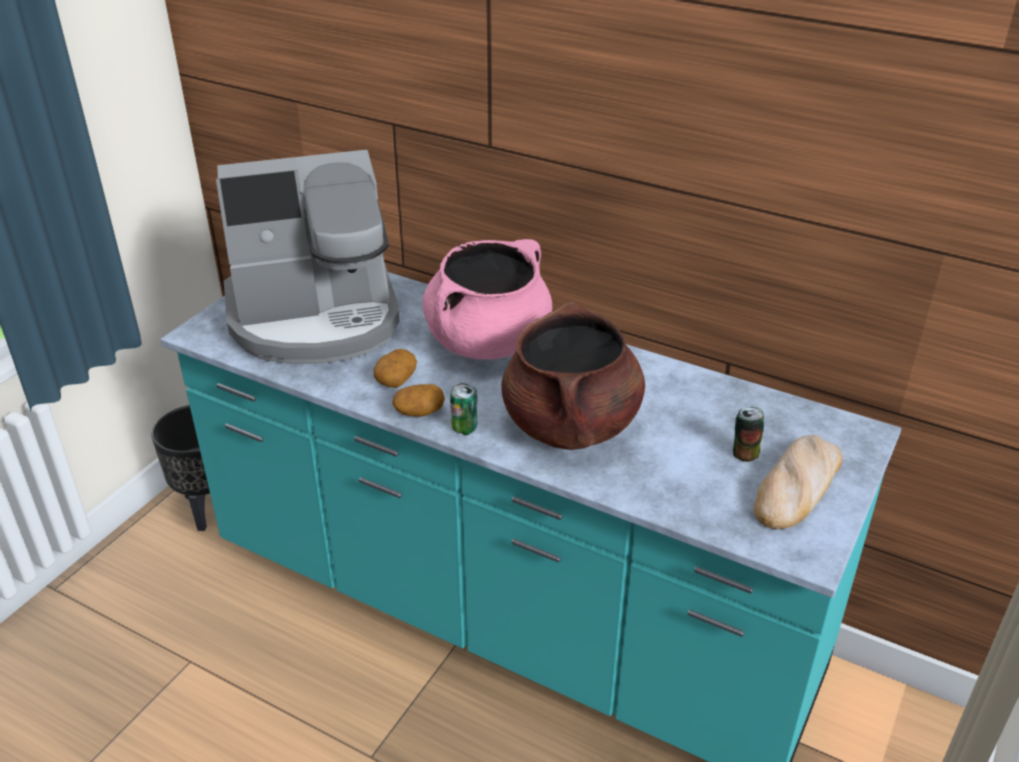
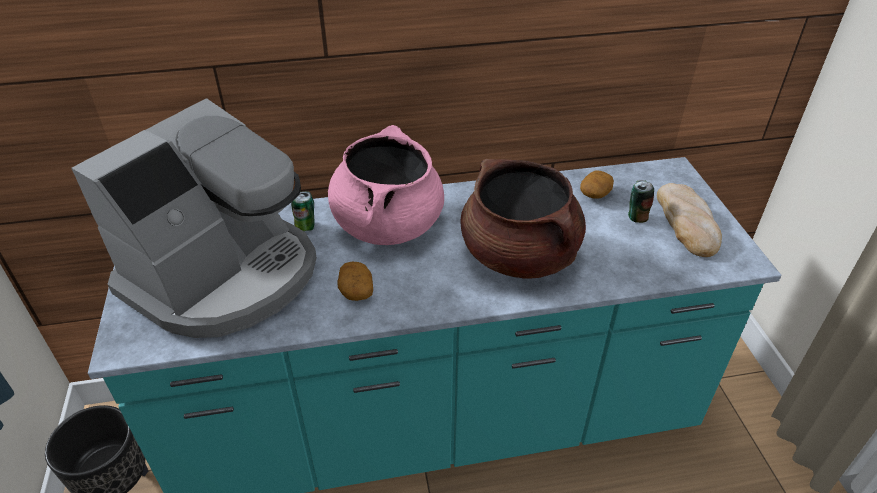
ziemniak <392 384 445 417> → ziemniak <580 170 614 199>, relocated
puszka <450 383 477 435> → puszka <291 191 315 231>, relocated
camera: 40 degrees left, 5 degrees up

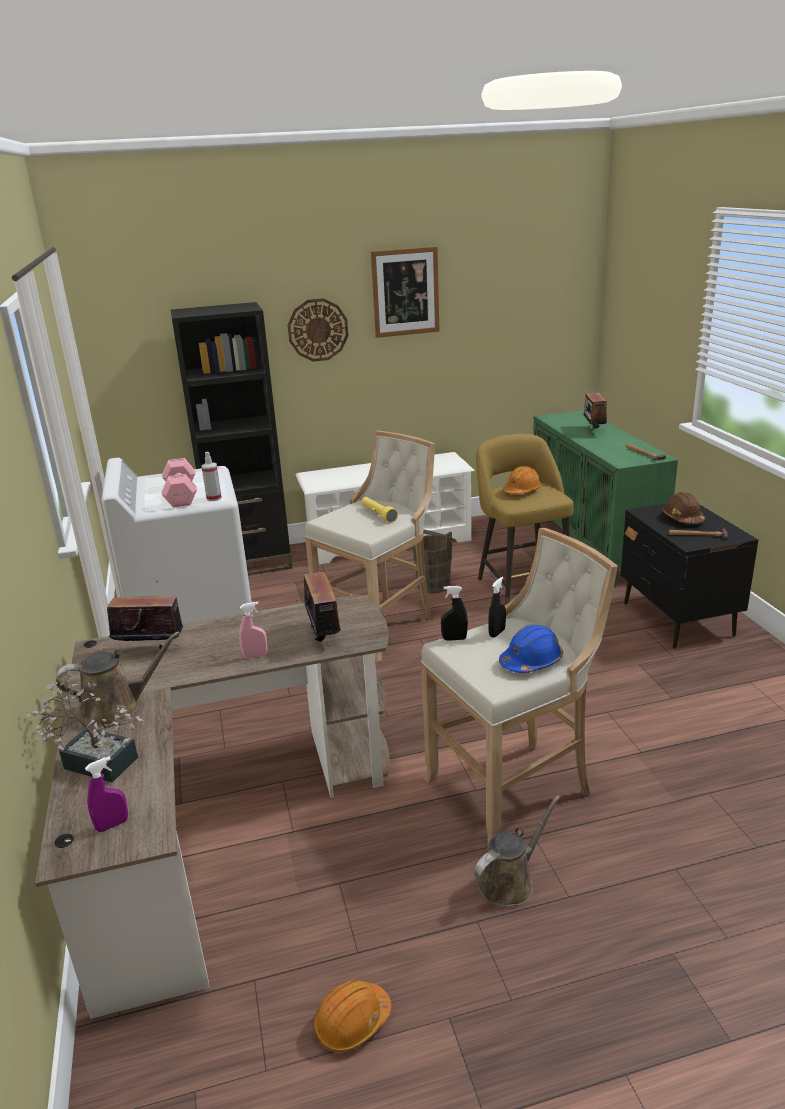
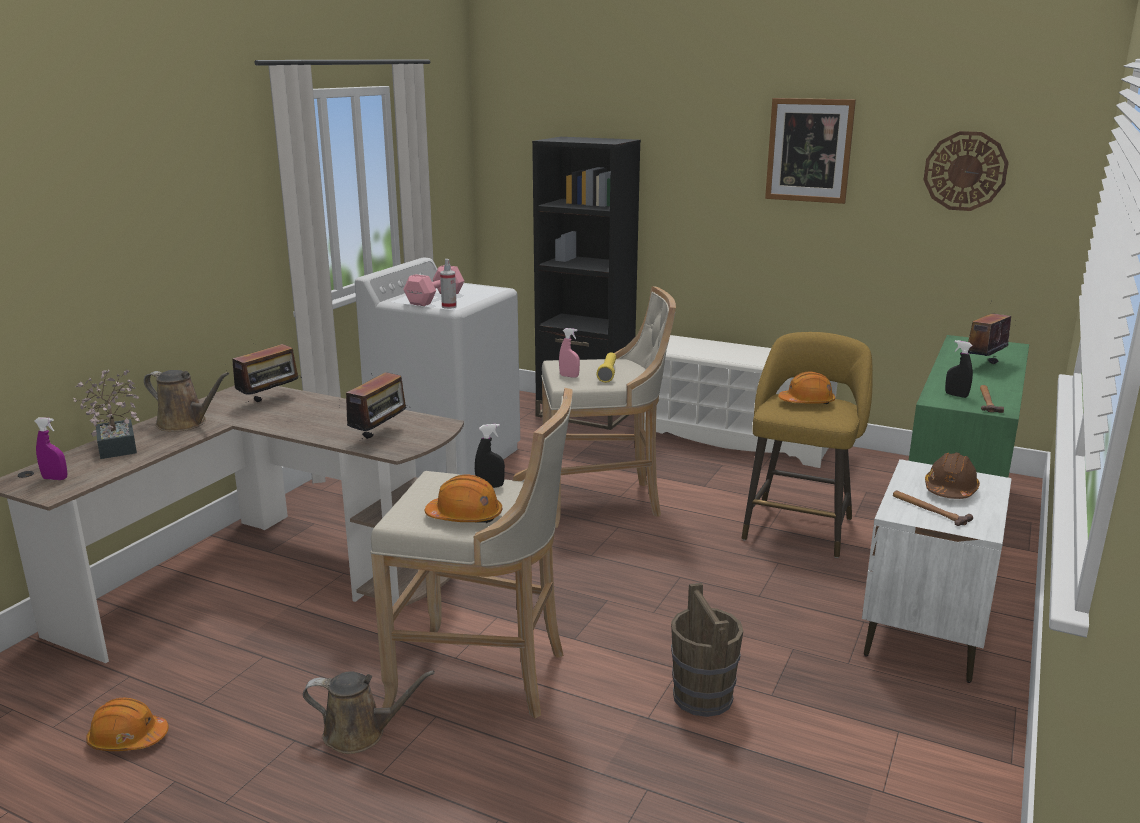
radio <107 581 183 651> → radio <232 344 302 402>, 90 degrees clockwise
spryskiwacz (różowy) <239 602 268 659> → spryskiwacz (różowy) <559 328 580 378>, relocated
zegar ścienny <288 298 348 362> → zegar ścienny <923 131 1009 211>, relocated
wiadro (brązowy) <413 529 452 593> → wiadro (brązowy) <671 583 743 717>, relocated
spryskiwacz (czarny) <441 586 468 641> → spryskiwacz (czarny) <945 340 973 398>, relocated
kask (niebieski) <499 624 563 673> → kask (pomarańczowy) <425 475 502 523>
szafka nocna (czarny) <621 503 758 649> → szafka nocna (biały) <862 459 1012 683>
camera: 40 degrees right, 5 degrees down

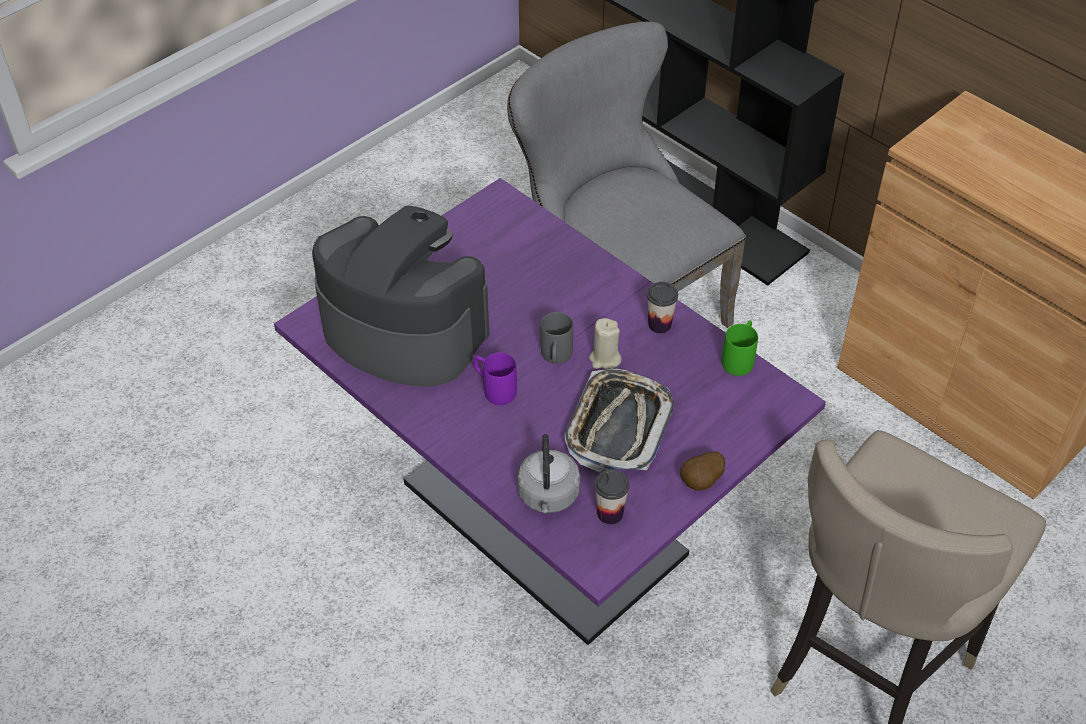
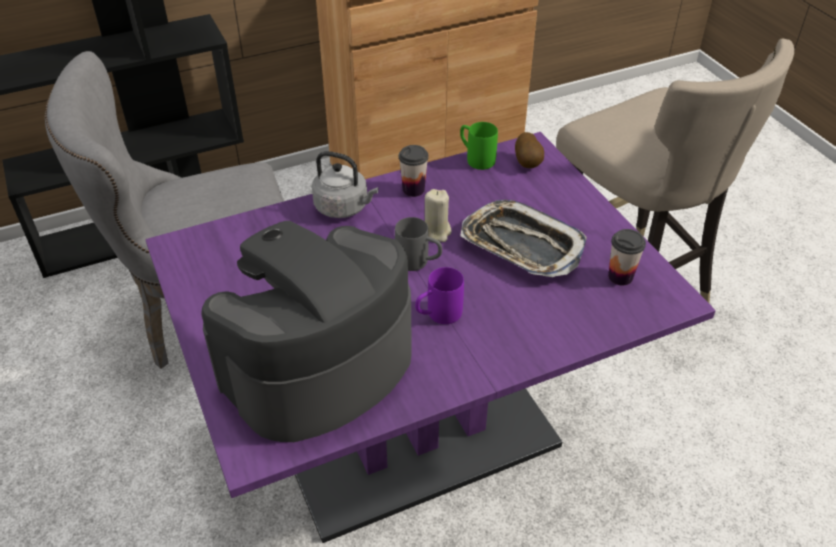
czajnik (szary) <517 434 580 514> → czajnik (szary) <312 151 378 218>, relocated
ziemniak <680 451 725 491> → ziemniak <515 132 544 168>, relocated
camera: 70 degrees left, 5 degrees down

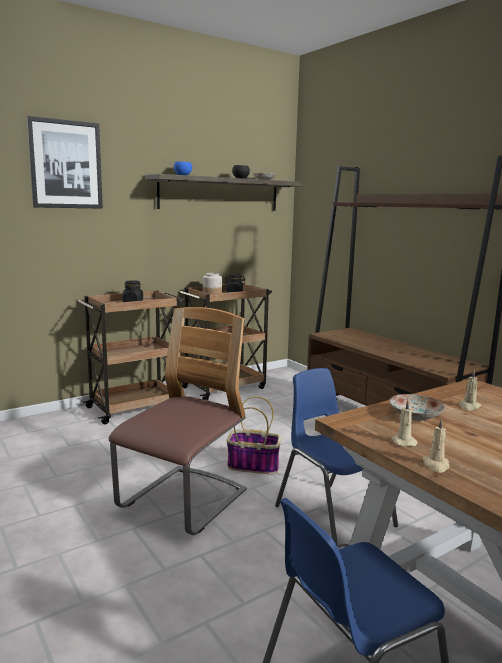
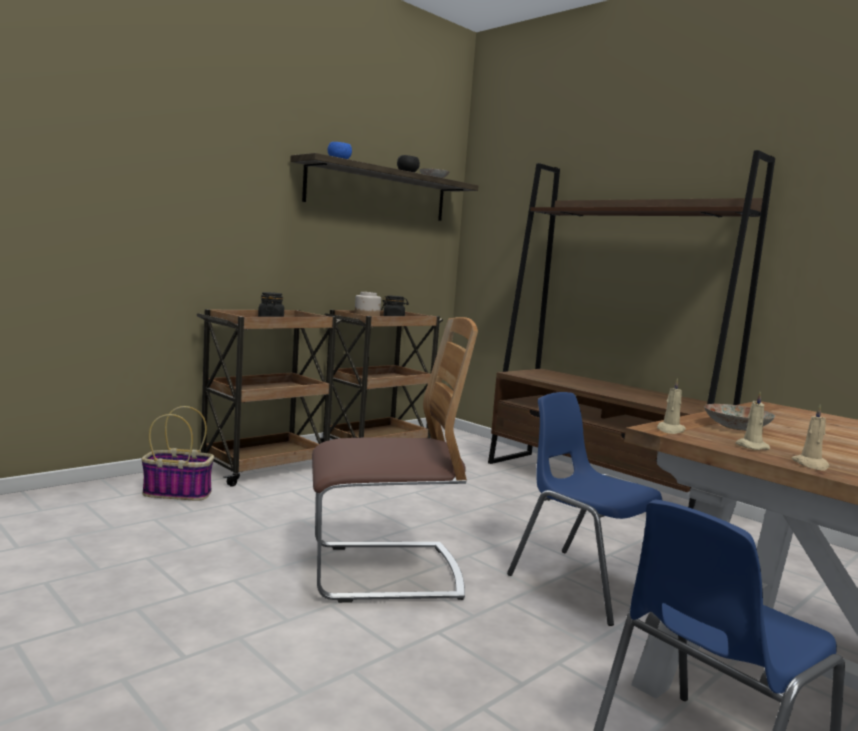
obraz <27 116 103 209> → -
krzesło <109 307 247 535> → krzesło <312 317 478 603>, 60 degrees clockwise
koszyk <227 396 281 474> → koszyk <141 406 214 500>, relocated
świeca (beżowy) <459 370 481 410> → świeca (beżowy) <657 378 686 434>, relocated
camera: 10 degrees left, 5 degrees down

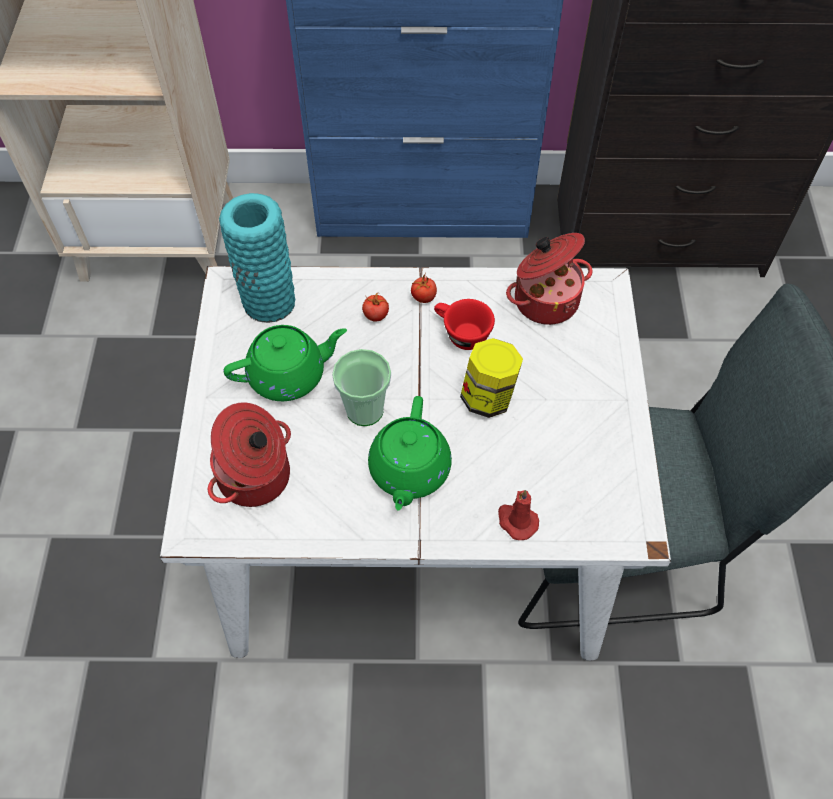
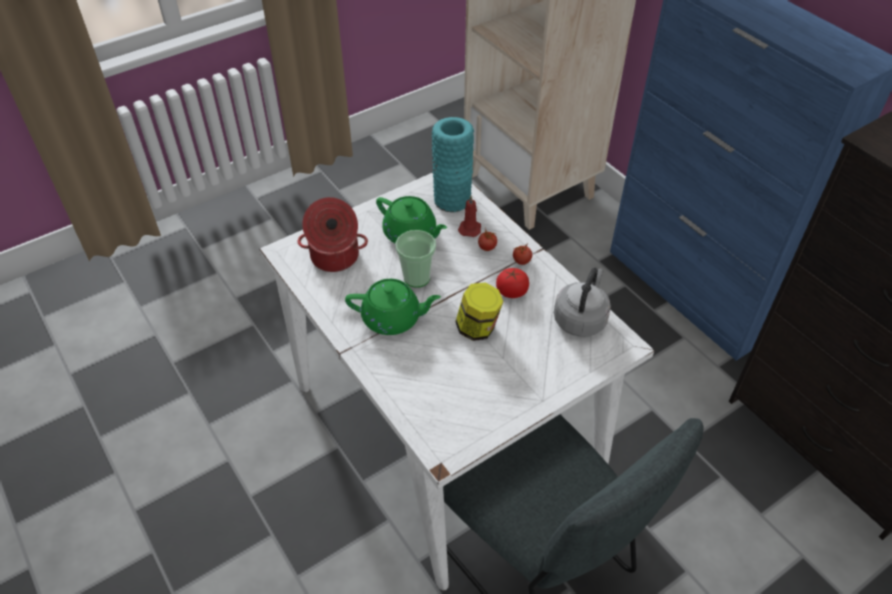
imbryk (zielony) <368 396 452 511> → imbryk (zielony) <345 279 441 335>, 150 degrees counterclockwise
filiżanka (czerwony) <434 299 495 350> → pomidor <496 268 529 298>
świeca (czerwony) <498 490 539 540> → świeca (czerwony) <458 196 481 237>, relocated
garnek <506 233 593 325> → czajnik (szary) <554 267 611 337>
camera: 55 degrees right, 10 degrees down

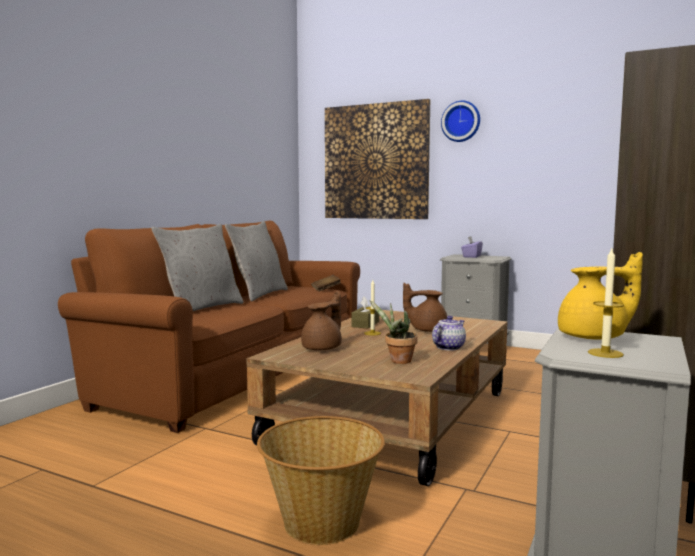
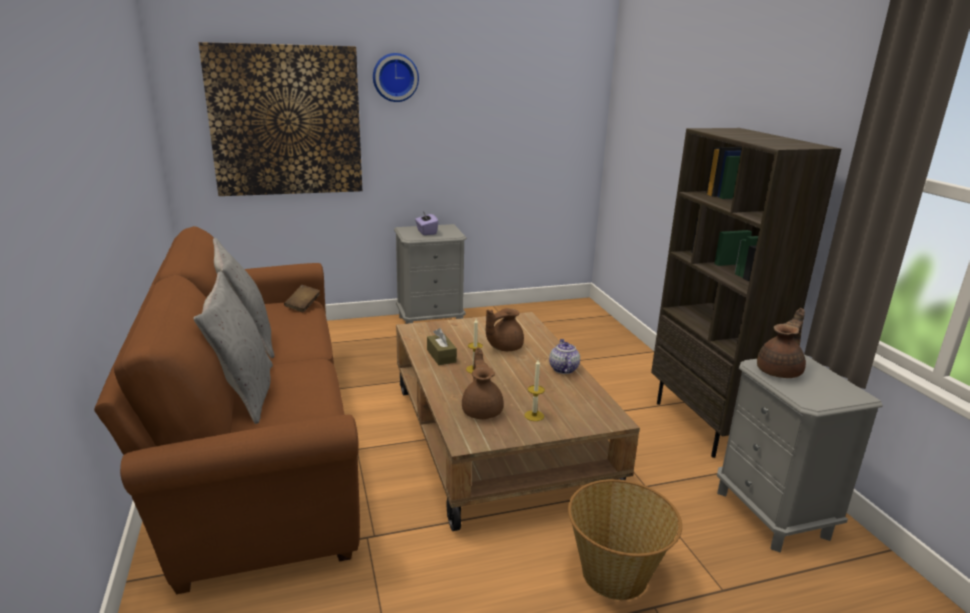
roślina doniczkowa <369 300 418 364> → -
imbryk (żółty) <558 252 643 340> → imbryk (brązowy) <757 308 806 378>
świeca <588 249 624 358> → świeca <524 360 545 421>, relocated
camera: 45 degrees left, 15 degrees up

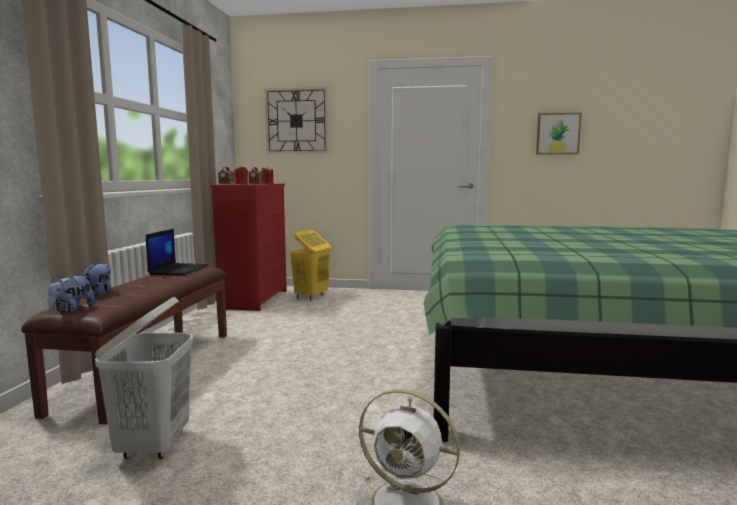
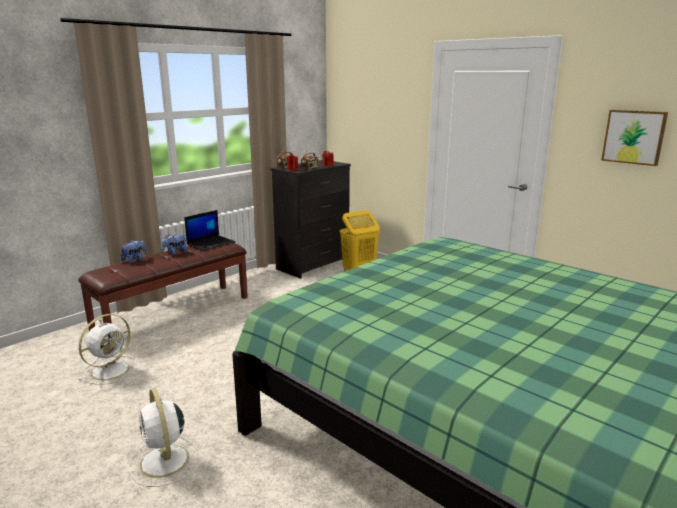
pluszak <48 275 95 312> → pluszak <161 234 187 256>, relocated
kosz na pranie (biały) <95 297 193 459> → wentylator (biały) <79 314 139 385>
komoda (czerwony) <210 183 287 311> → komoda (czarny) <270 160 351 279>
zegar ścienny <264 87 328 154> → -
camera: 35 degrees right, 10 degrees up

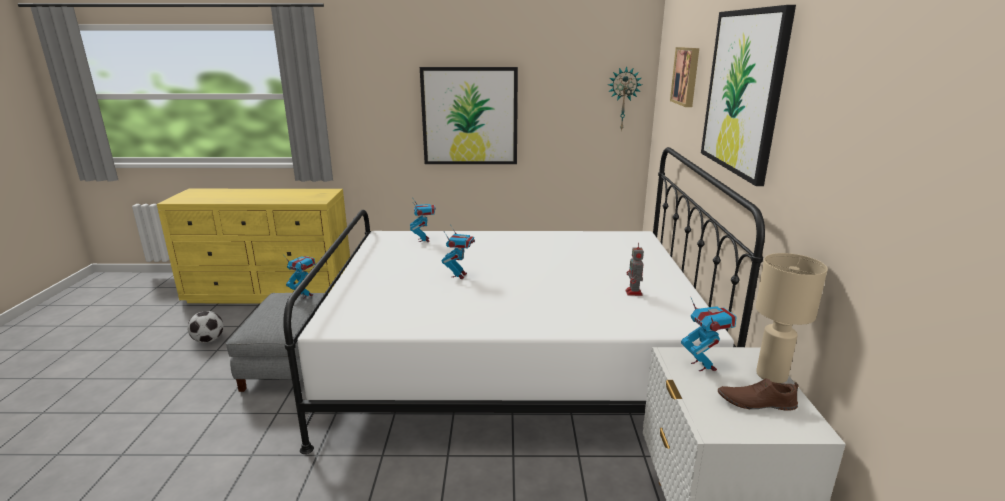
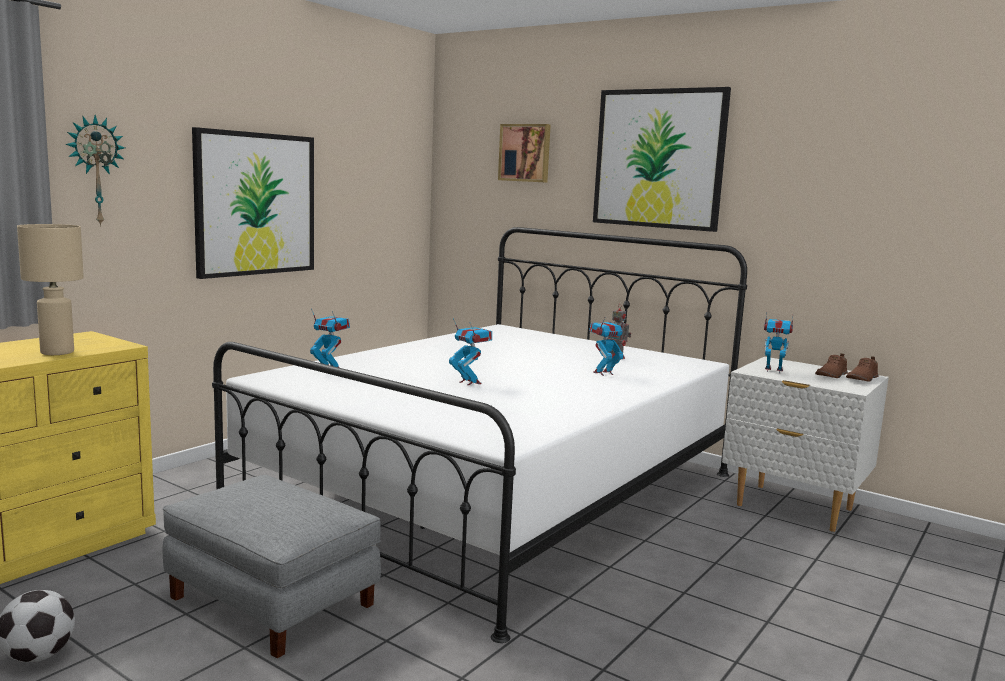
robot zabawkowy <285 256 316 299> → robot zabawkowy <589 316 626 376>, relocated
zegar ścienny <608 66 642 131> → zegar ścienny <66 115 125 226>, relocated
lampa stołowa (beżowy) <756 253 828 383> → lampa stołowa (beżowy) <17 224 84 355>, relocated
- → but (brązowy) <846 356 878 381>
camera: 55 degrees left, 10 degrees down

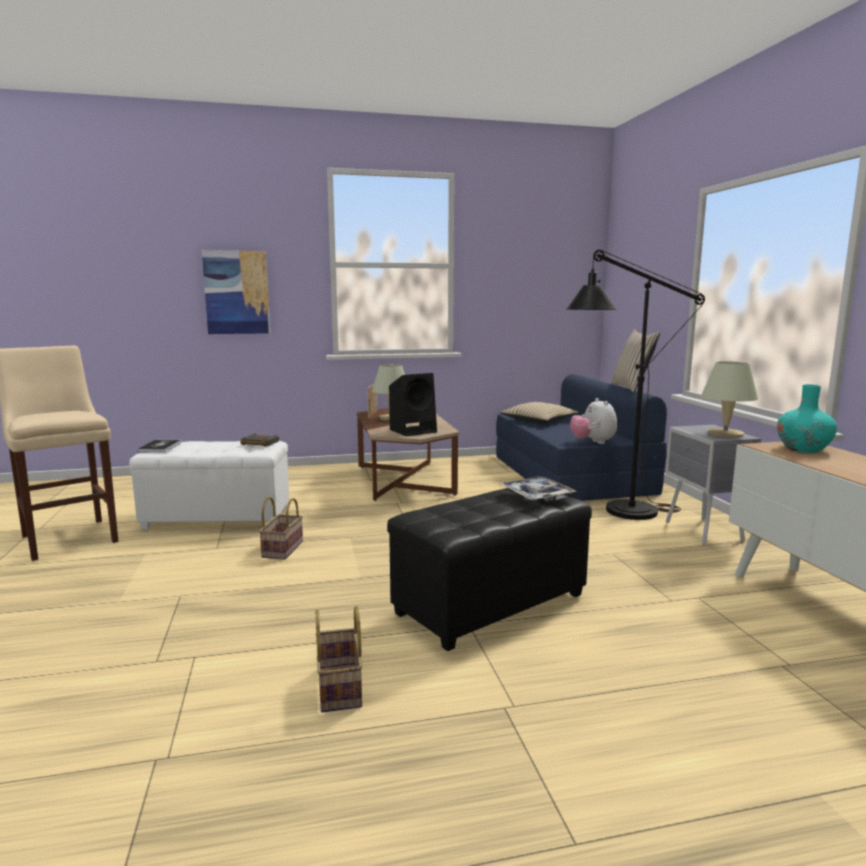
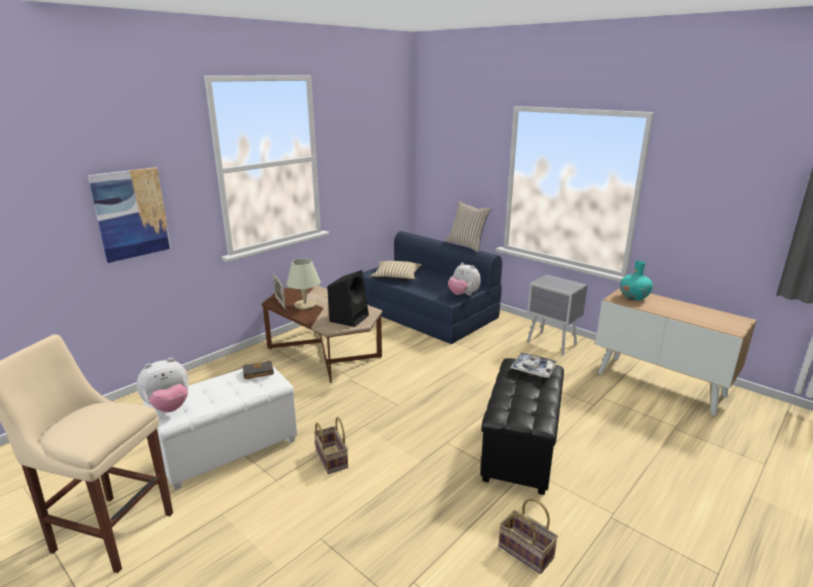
książka <137 440 182 452> → pluszak <137 358 188 412>
lampa stojąca (czarny) <566 250 705 520> → -
lampa stołowa (beżowy) <701 361 758 438> → -
camera: 35 degrees left, 10 degrees up

